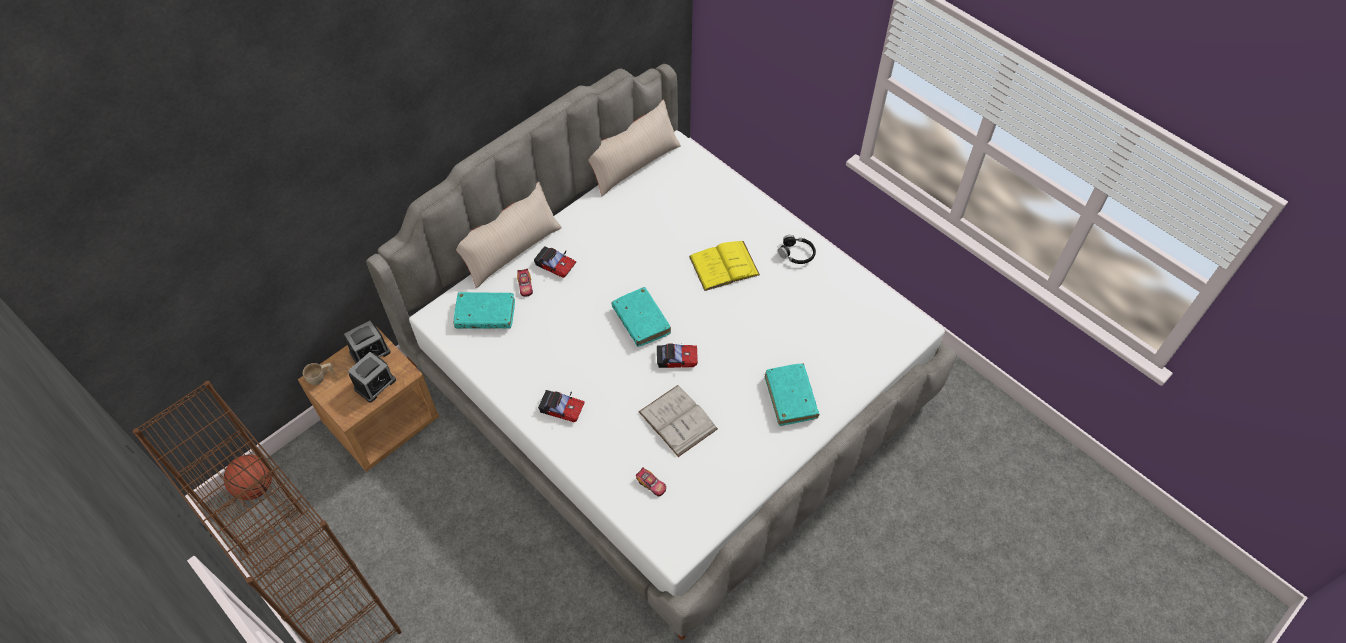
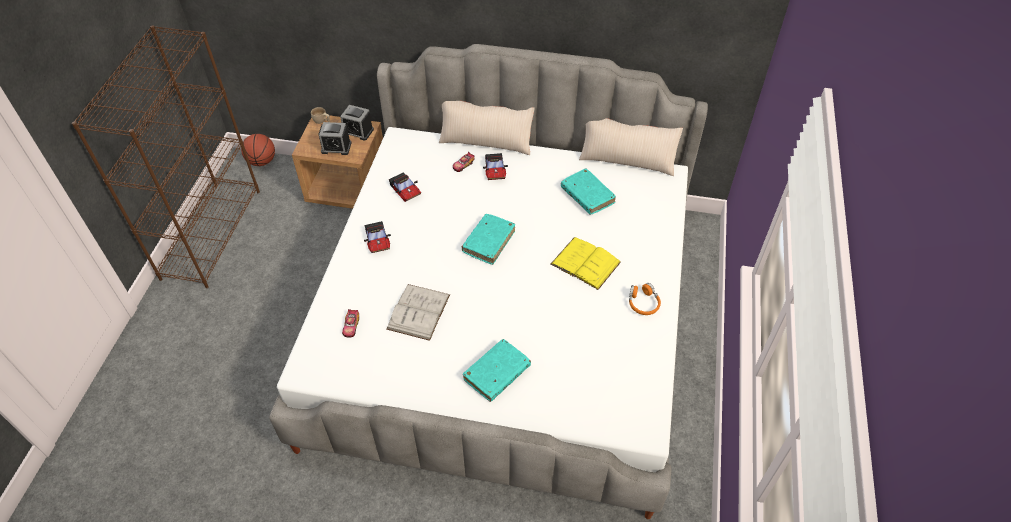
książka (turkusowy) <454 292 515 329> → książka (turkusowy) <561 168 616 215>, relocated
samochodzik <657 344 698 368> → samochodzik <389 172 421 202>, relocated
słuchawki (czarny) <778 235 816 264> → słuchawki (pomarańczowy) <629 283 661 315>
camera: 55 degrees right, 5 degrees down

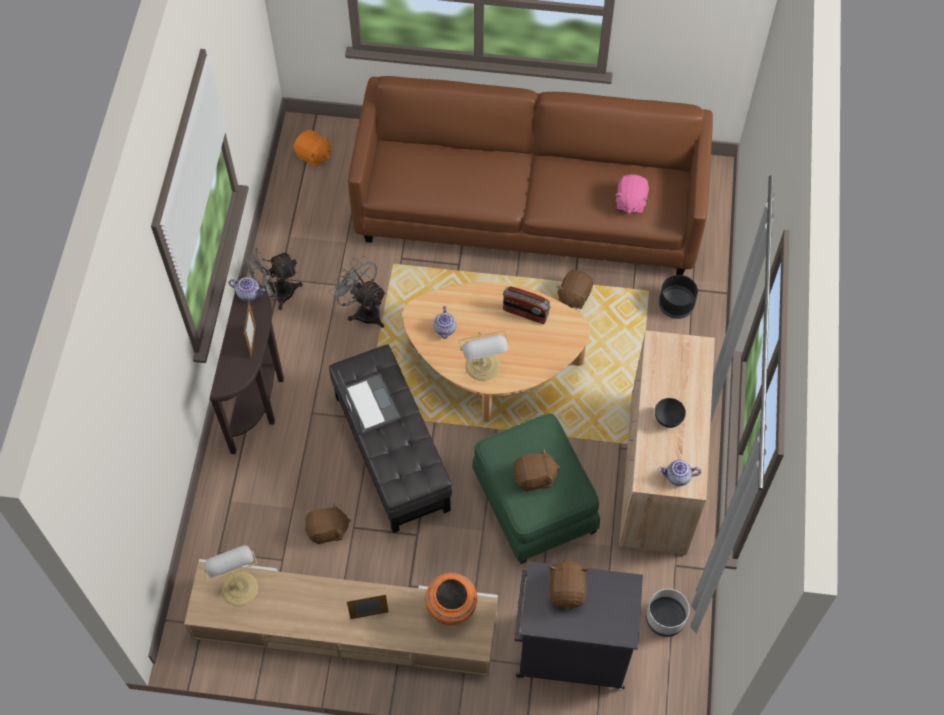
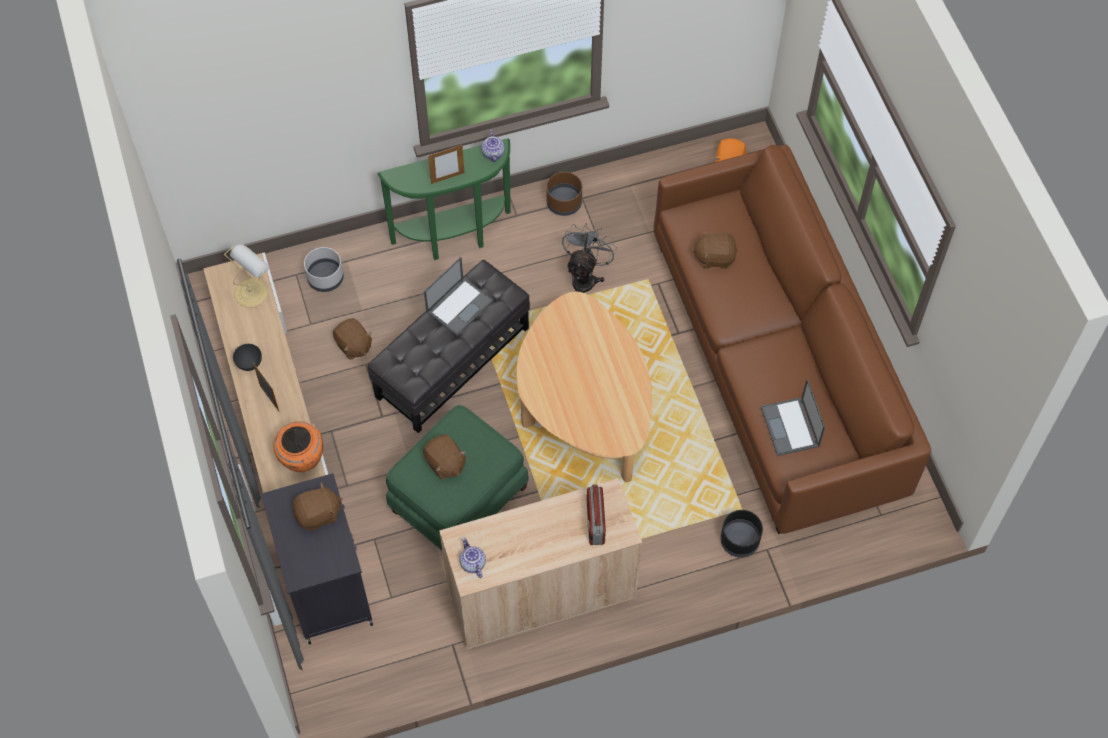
stolik konsolowy (brązowy) <210 276 284 454> → stolik konsolowy (zielony) <377 138 511 260>
wentylator (szary) <244 248 303 310> → donica (brązowy) <546 172 582 216>
imbryk <434 306 457 339> → -
lampa stołowa <459 330 509 381> → -
radio <503 286 551 324> → radio <587 484 606 545>, relocated
pluszak (brązowy) <557 270 593 309> → pluszak (brązowy) <692 230 737 269>, relocated
pluszak (różowy) <615 174 649 214> → laptop <761 379 825 456>
donica (szary) <646 589 690 637> → donica (szary) <304 247 344 292>, relocated
miska (szary) <655 398 686 428> → miska (szary) <233 344 262 371>, relocated
camera: 65 degrees right, 0 degrees up

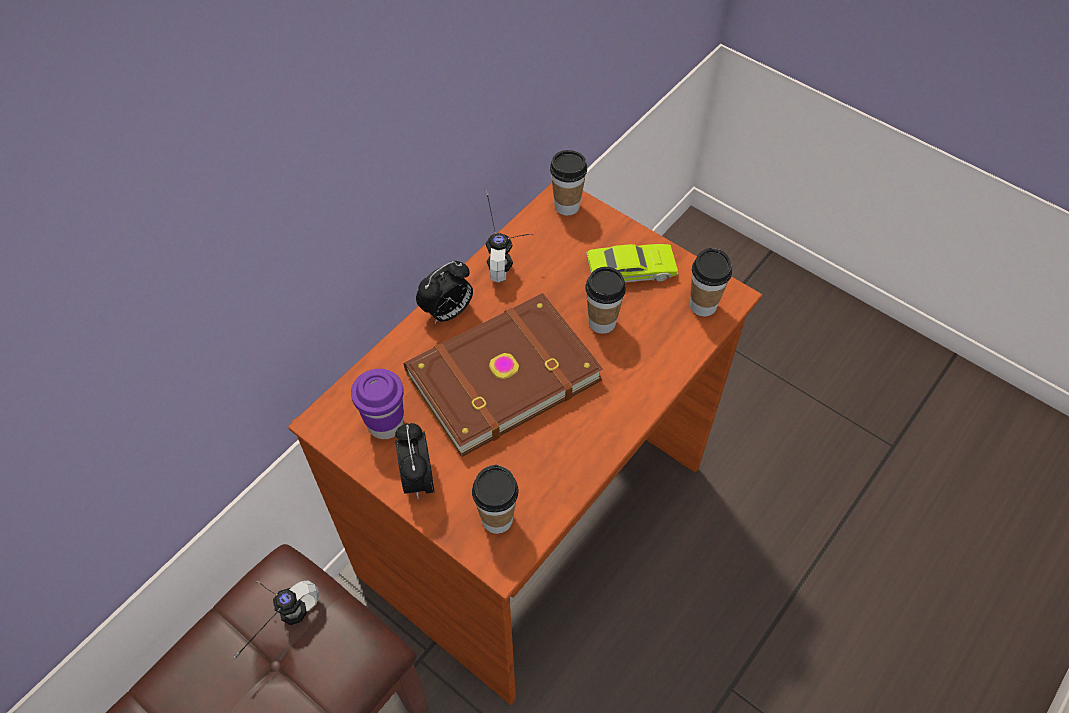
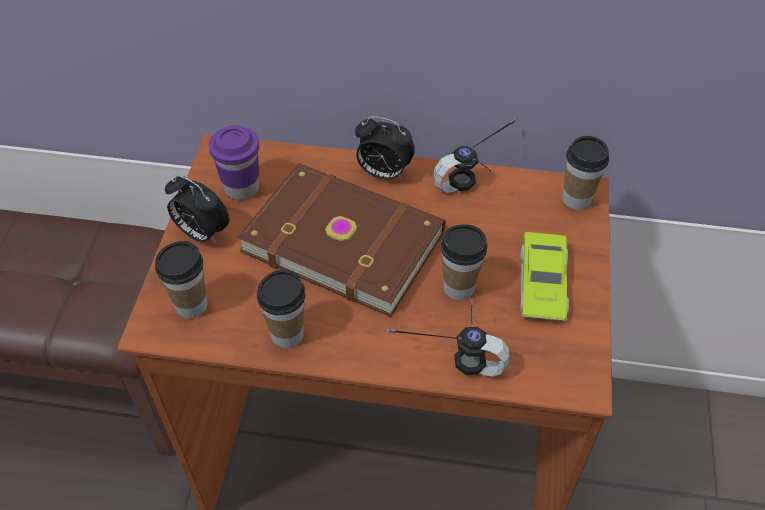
słuchawki <234 580 320 659> → słuchawki <387 301 510 377>, relocated
budzik <395 423 435 499> → budzik <165 175 230 244>, 105 degrees counterclockwise
samochodzik (zielony) <586 244 678 282> → samochodzik (zielony) <520 232 569 321>, 45 degrees clockwise
filiżanka <690 248 732 316> → filiżanka <257 269 306 348>, relocated
camera: 60 degrees right, 5 degrees down

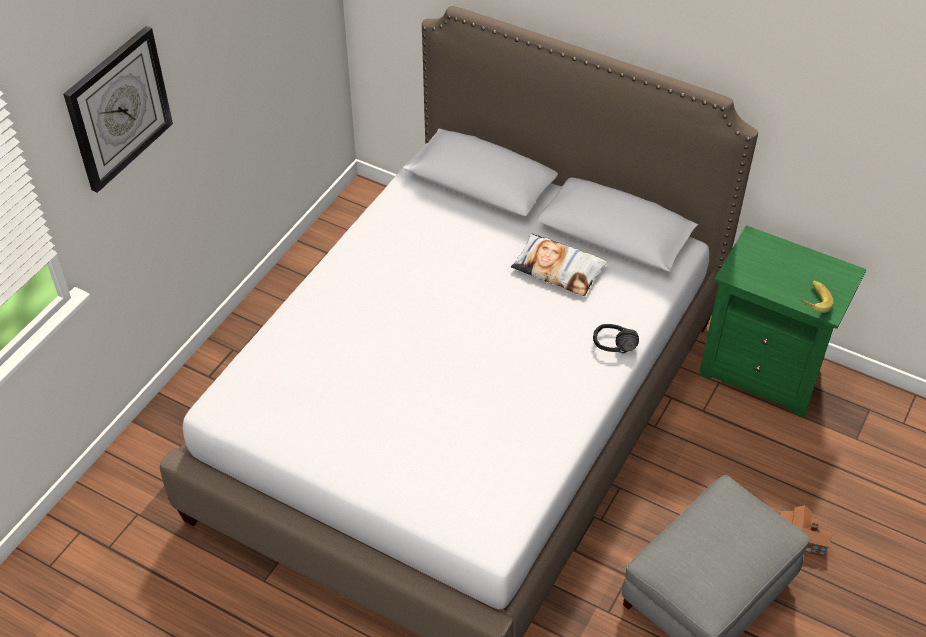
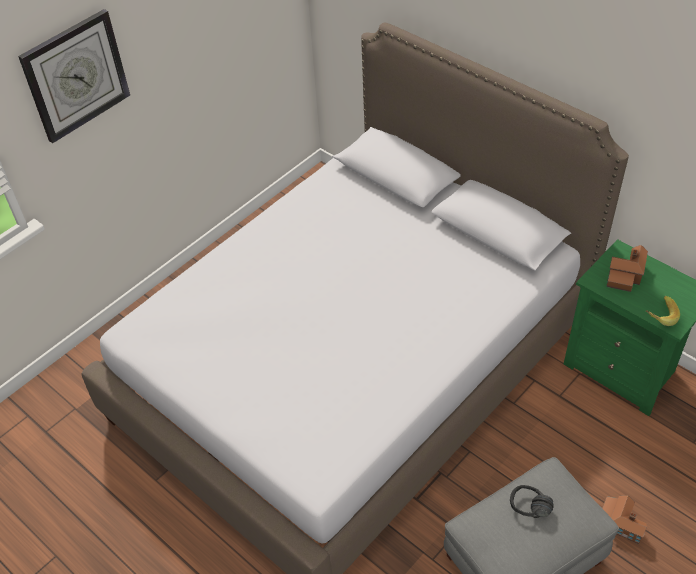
poduszka <511 233 607 296> → -
słuchawki (czarny) <593 324 639 353> → słuchawki (czarny) <510 485 554 518>, relocated
- → domek <606 245 648 292>
camera: 15 degrees right, 0 degrees up

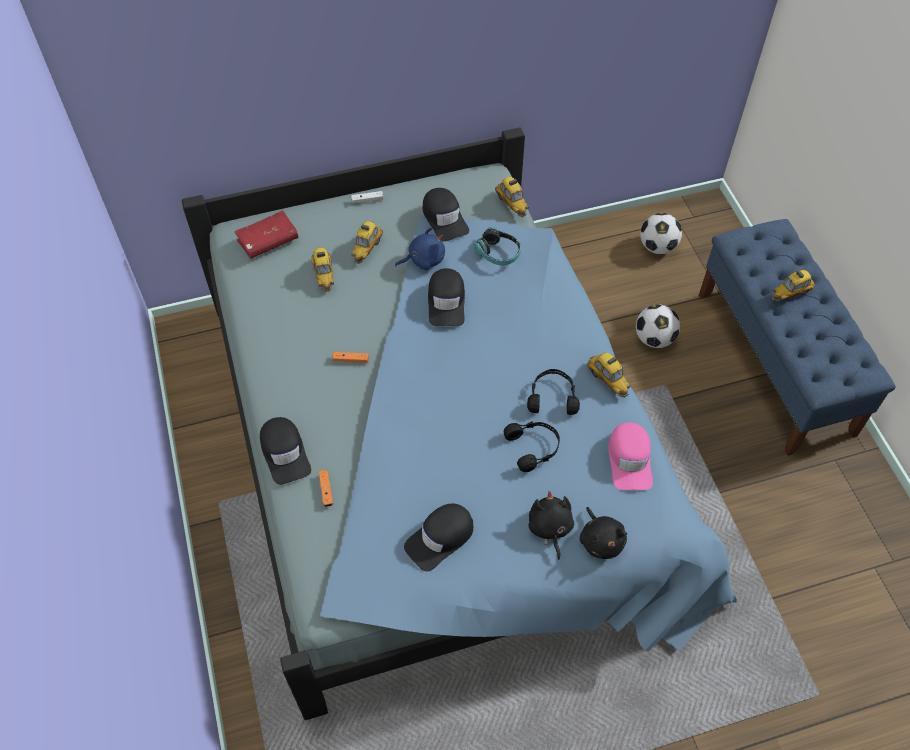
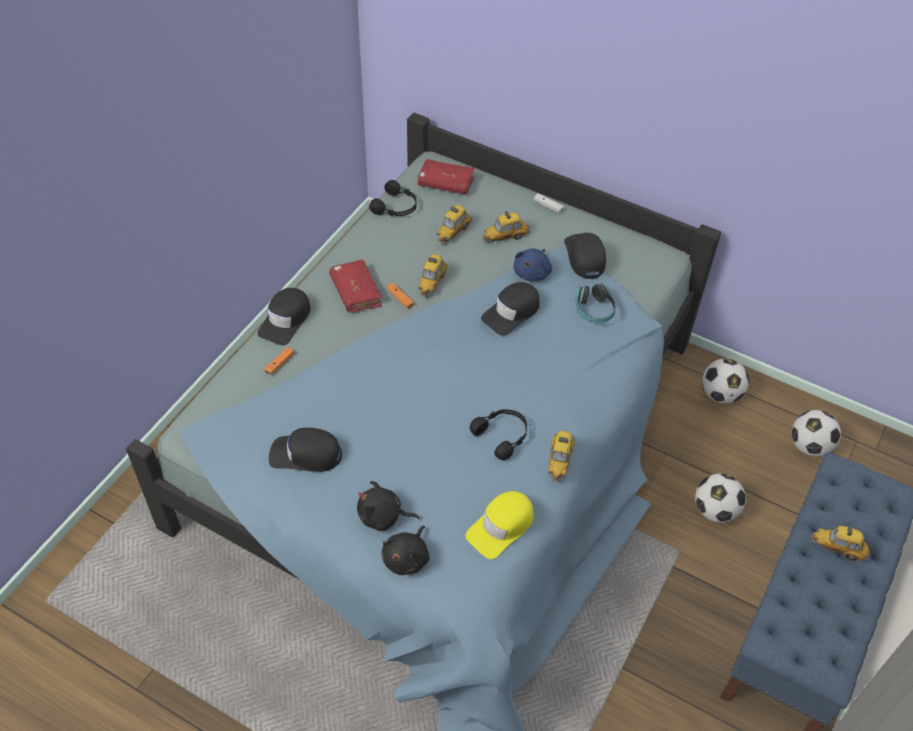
pluszak (niebieski) <395 227 445 270> → pluszak (niebieski) <513 248 552 281>, 90 degrees clockwise
czapka z daszkiem (czarny) <423 188 469 242> → czapka z daszkiem (czarny) <564 233 606 279>, 150 degrees clockwise
samochodzik <495 177 528 217> → samochodzik <418 254 448 297>, relocated
słuchawki (czarny) <504 421 560 472> → słuchawki (czarny) <369 180 417 217>, relocated
pluszak (czarny) <529 491 574 560> → pluszak (czarny) <357 481 420 531>, 120 degrees counterclockwise
czapka z daszkiem (różowy) <609 422 653 490> → czapka z daszkiem (żółty) <465 491 534 559>
- → książka (czerwony) <329 260 382 313>
- → piłka futbolowa <702 359 749 404>
camera: 45 degrees right, 5 degrees down

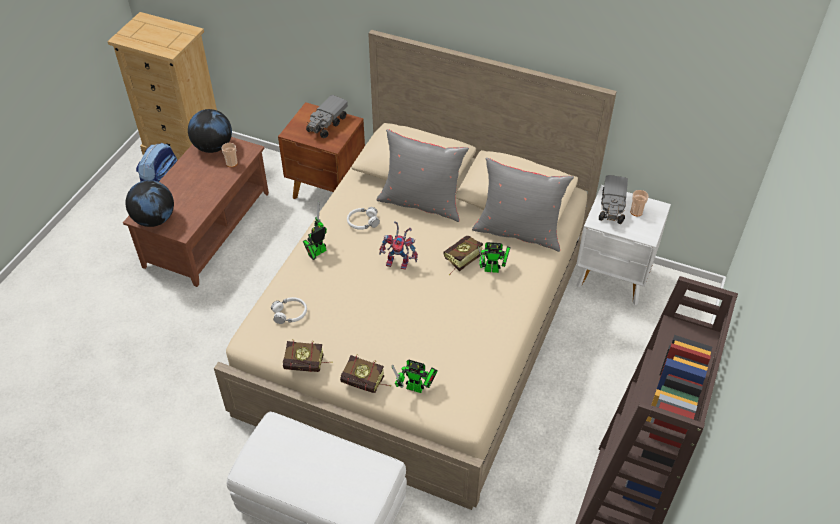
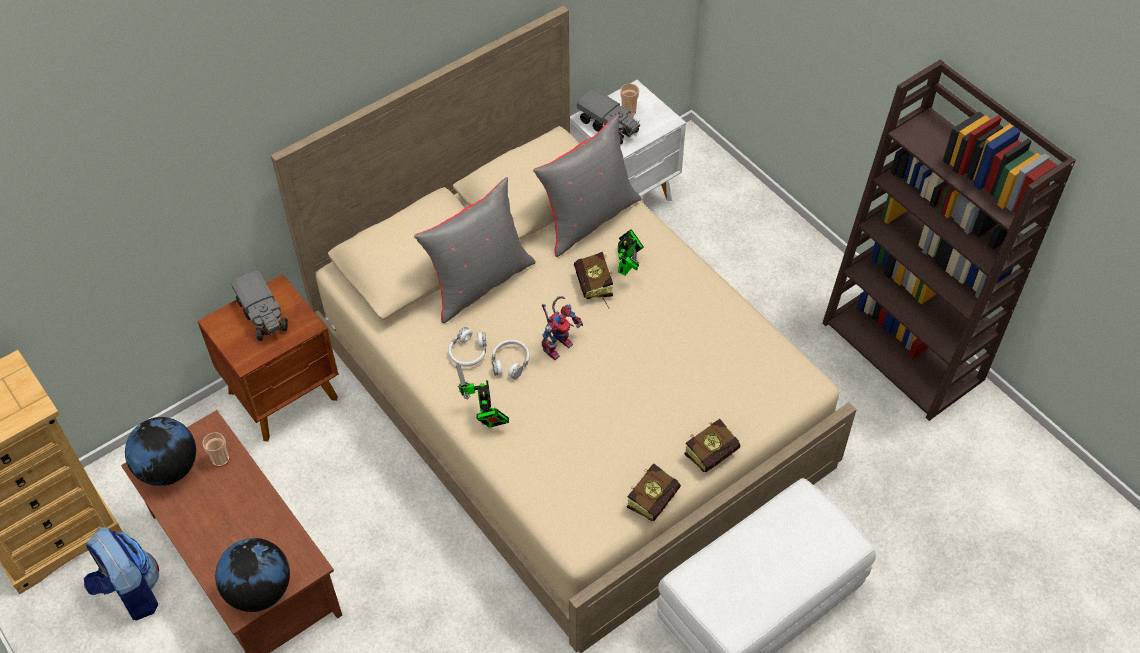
słuchawki (biały) <271 297 307 324> → słuchawki (biały) <492 340 530 379>, relocated
robot zabawkowy <392 360 438 393> → -
camera: 60 degrees left, 5 degrees up

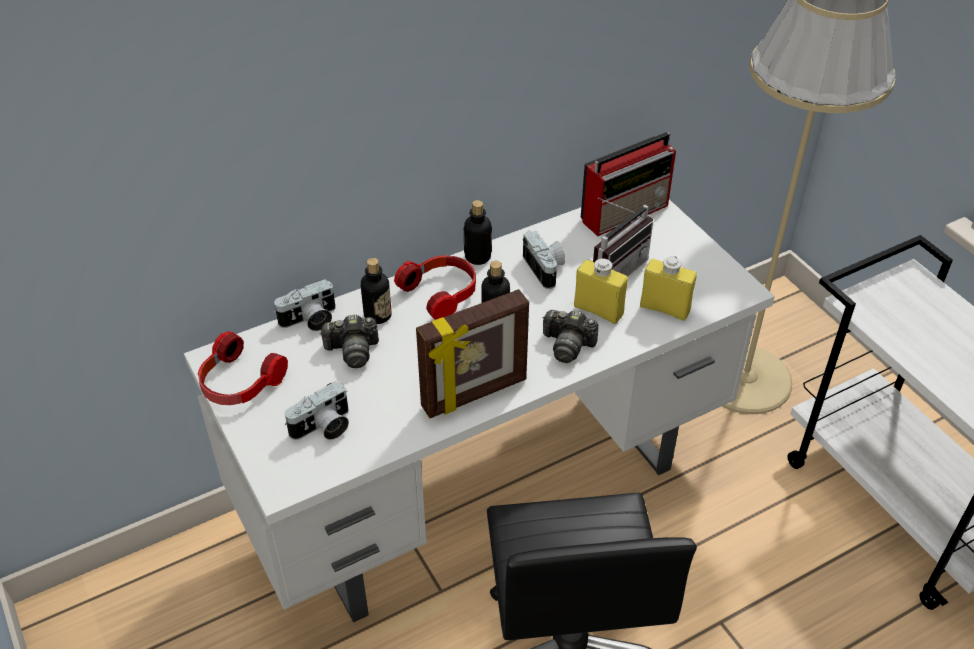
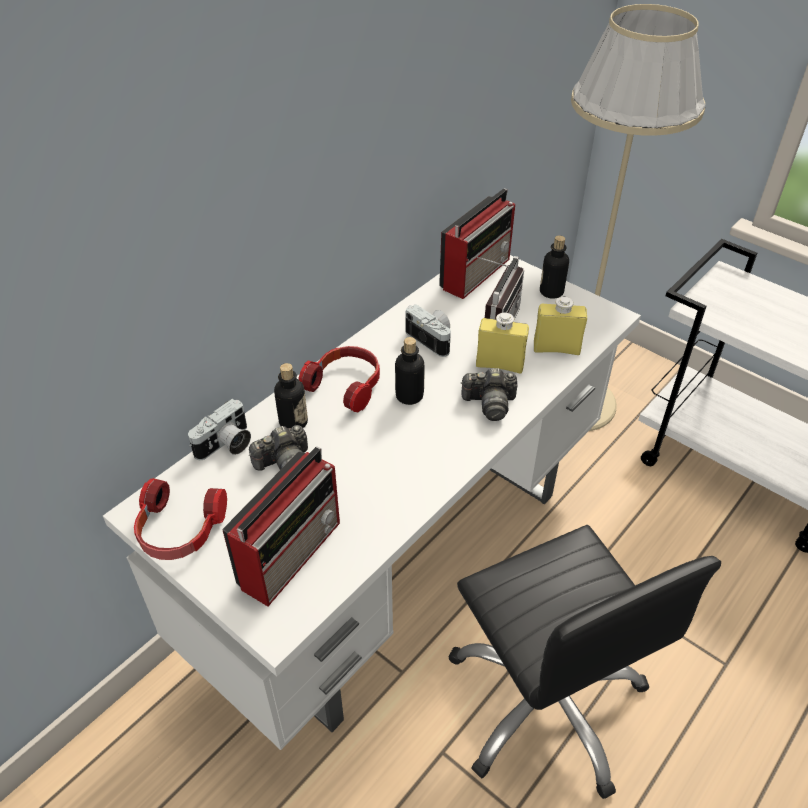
aparat fotograficzny <285 381 349 440> → radio <222 446 340 607>
ramka na zdjęcie <416 289 529 418> → -
butelka <464 200 492 265> → butelka <540 235 569 299>, relocated
camera: 20 degrees left, 0 degrees up

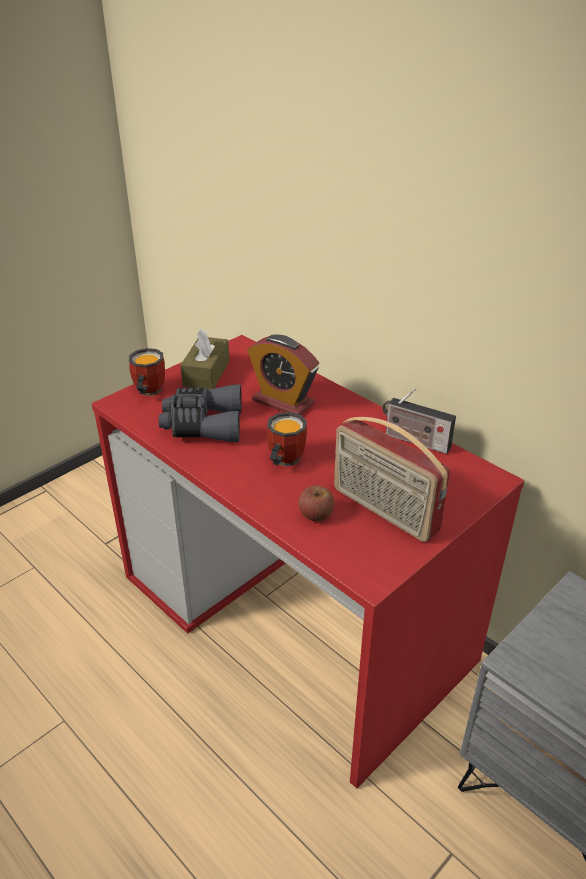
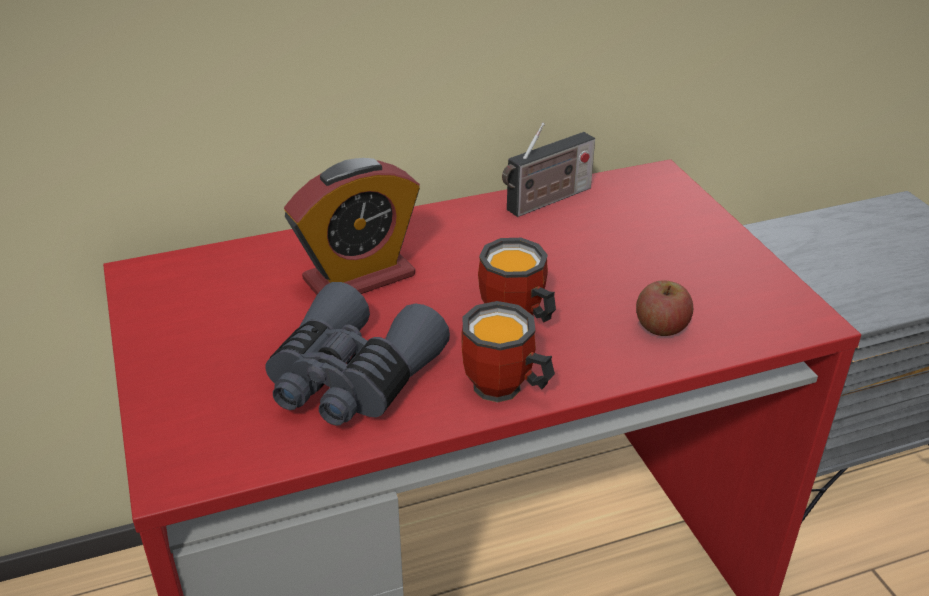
kubek <129 348 165 396> → kubek <461 301 555 402>, relocated
pudełko chusteczek (brązowy) <180 328 229 390> → -
radio <334 417 450 542> → -
camera: 65 degrees left, 0 degrees up

